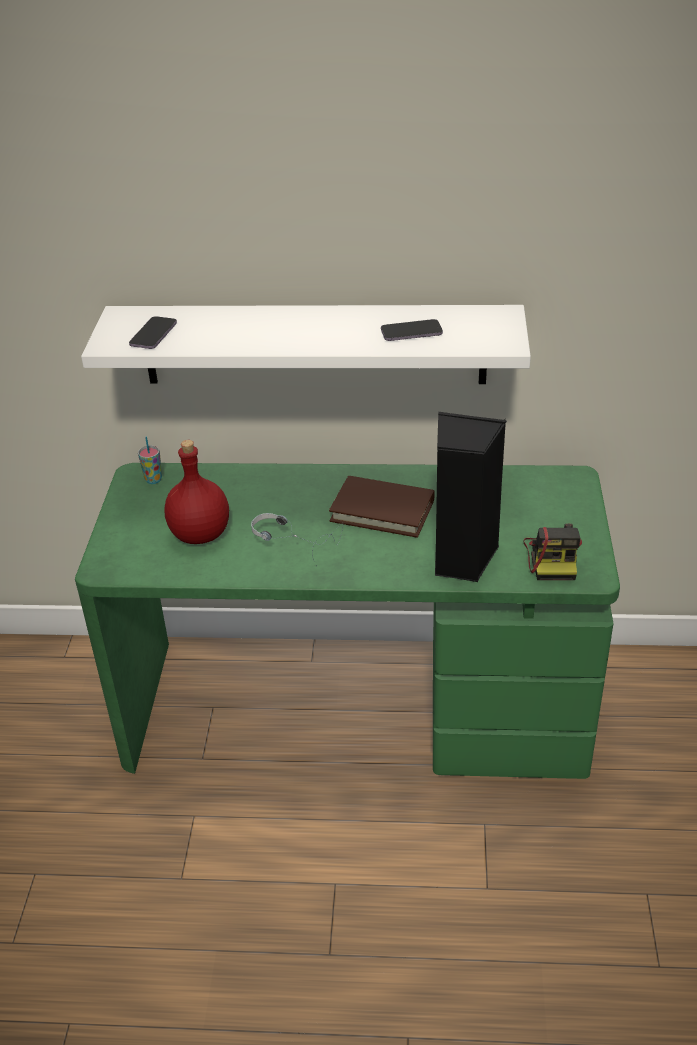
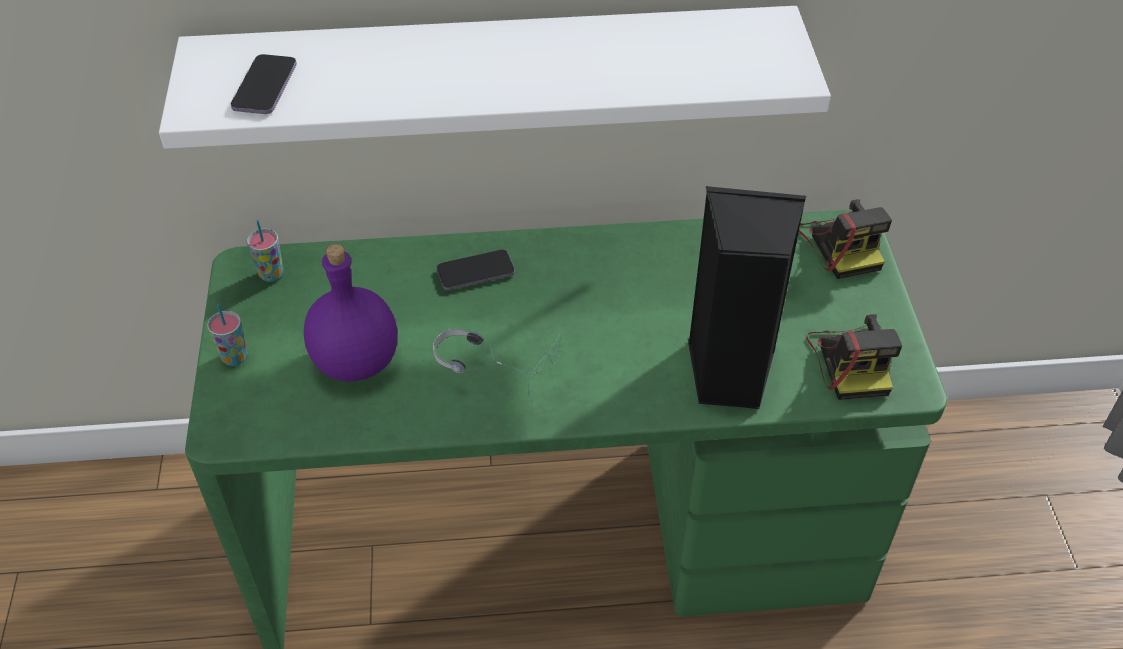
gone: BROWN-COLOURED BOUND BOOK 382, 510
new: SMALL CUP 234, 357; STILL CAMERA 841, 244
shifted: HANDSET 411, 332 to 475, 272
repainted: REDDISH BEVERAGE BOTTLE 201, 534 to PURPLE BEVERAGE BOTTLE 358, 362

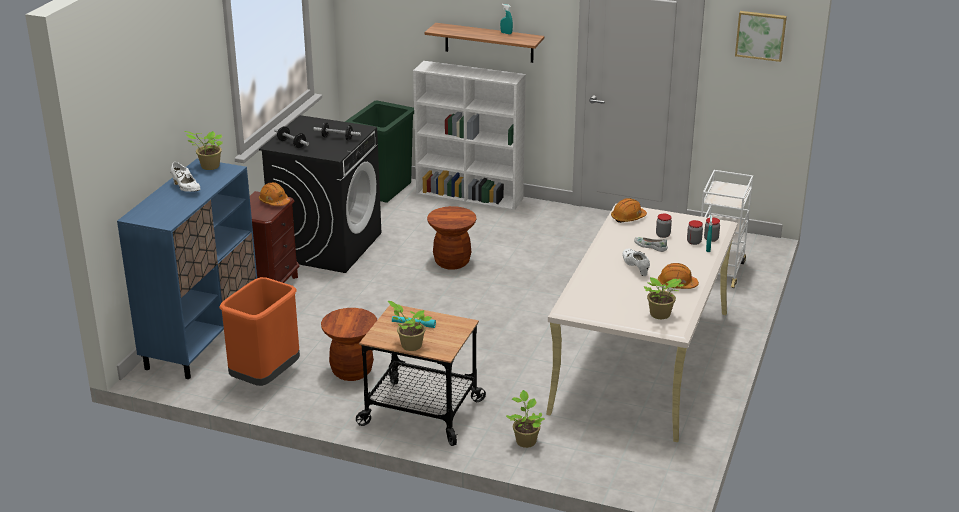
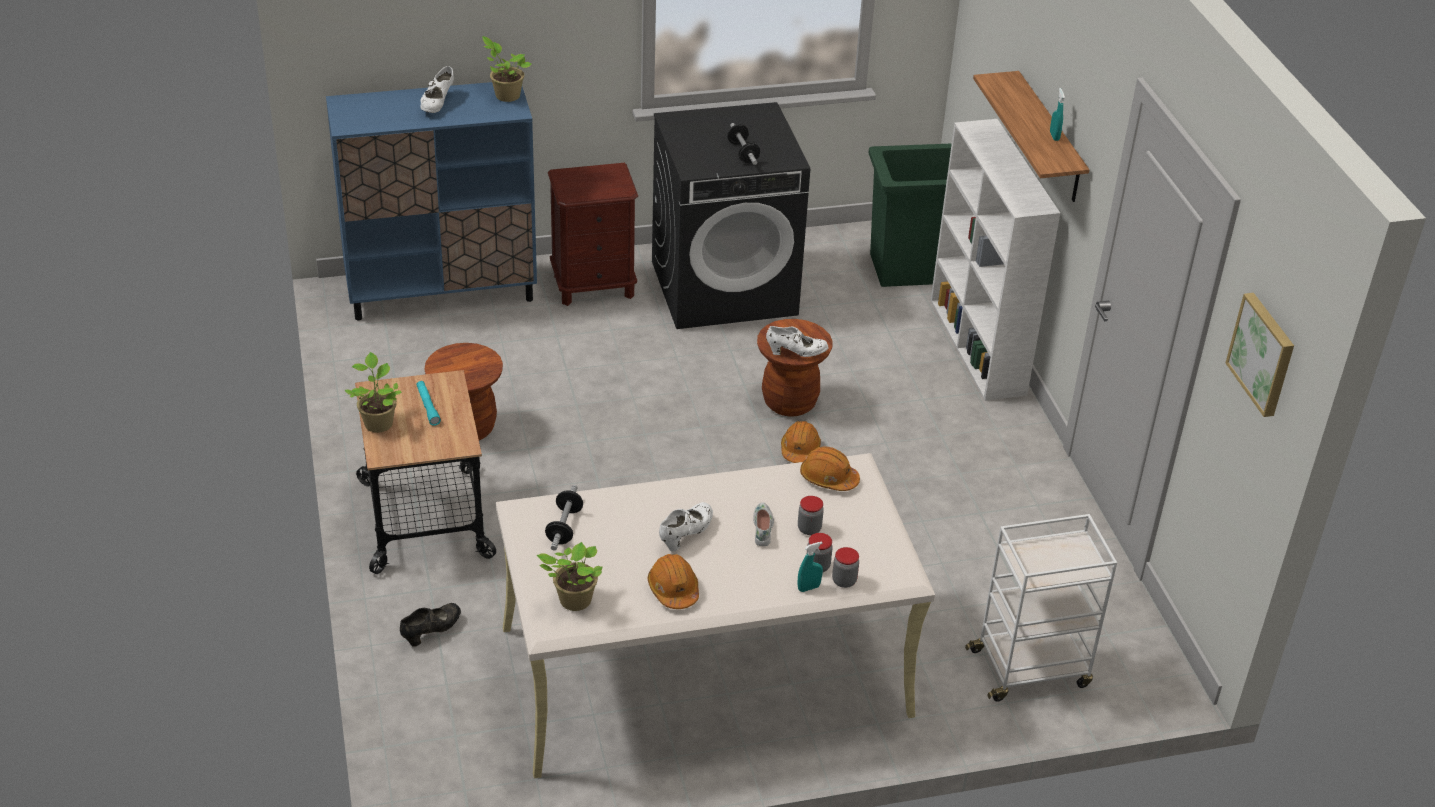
gone: ORANGE WASTE BIN 265, 377
new: WHITISH LOW SHOE 796, 353
shifted: ORANGE SAFETY HELMET 274, 202 to 800, 449; DUMBBELL 292, 144 to 564, 527
swapped: HOUSEPLANT 525, 441 to BLACK-COLOURED LOW SHOE 431, 631

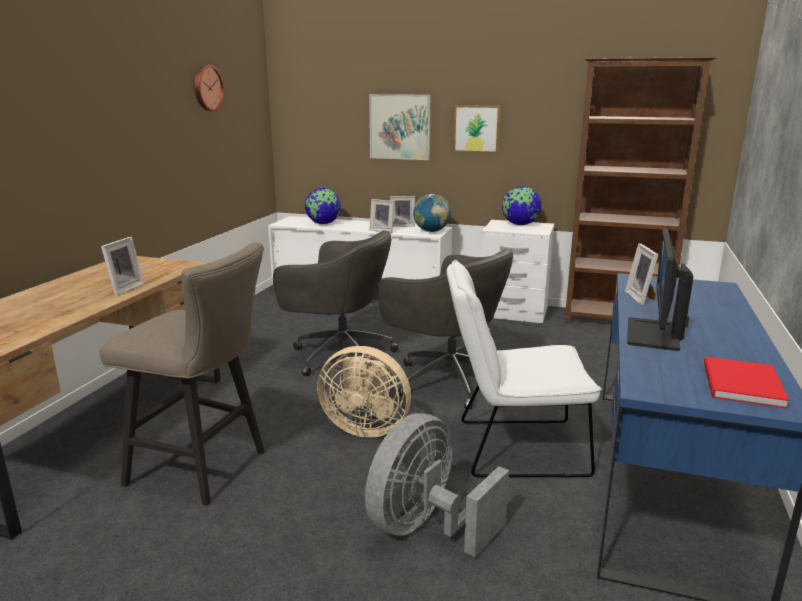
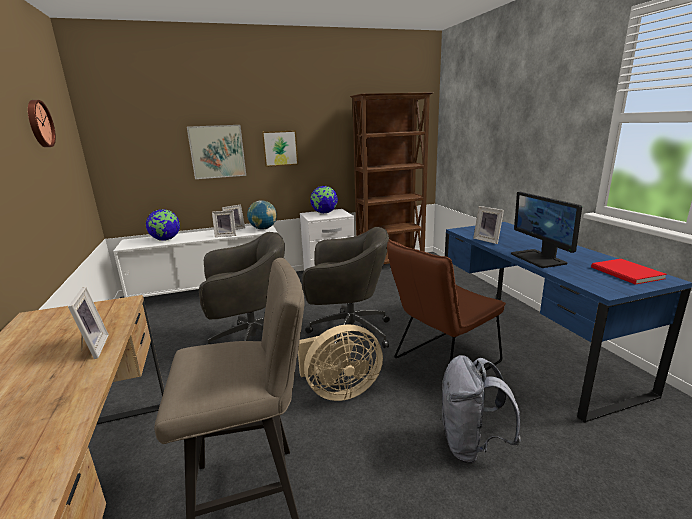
swapped: GRAY ELECTRIC FAN 426, 528 to GRAY BACKPACK 471, 445
repainted: WHITISH PLAIN CHAIR 511, 447 to BROWN-COLOURED PLAIN CHAIR 441, 362

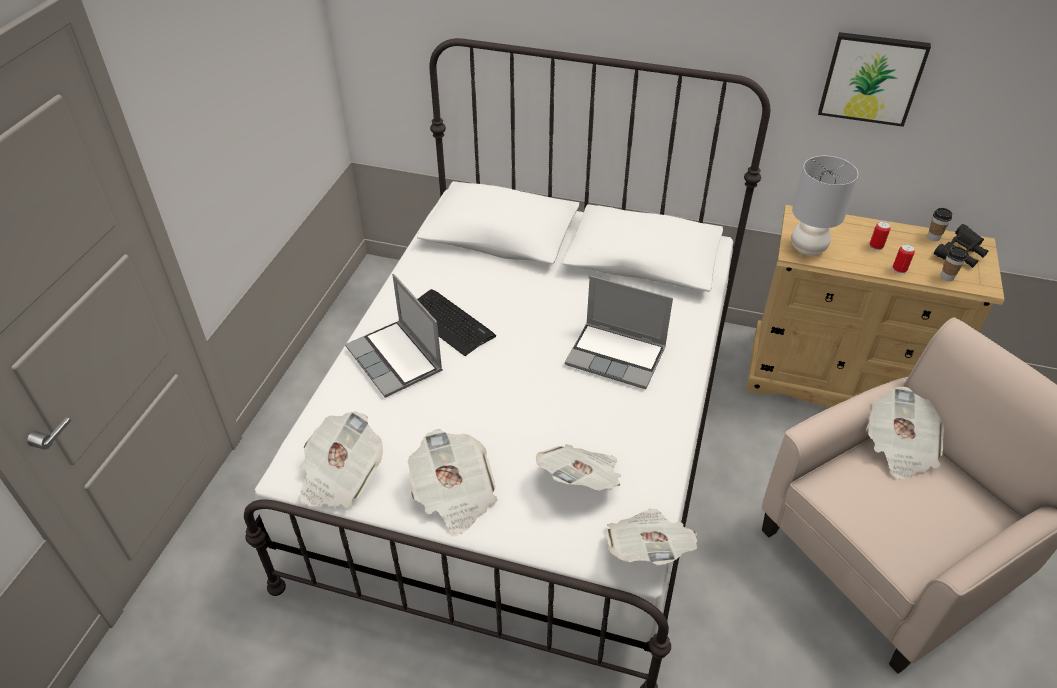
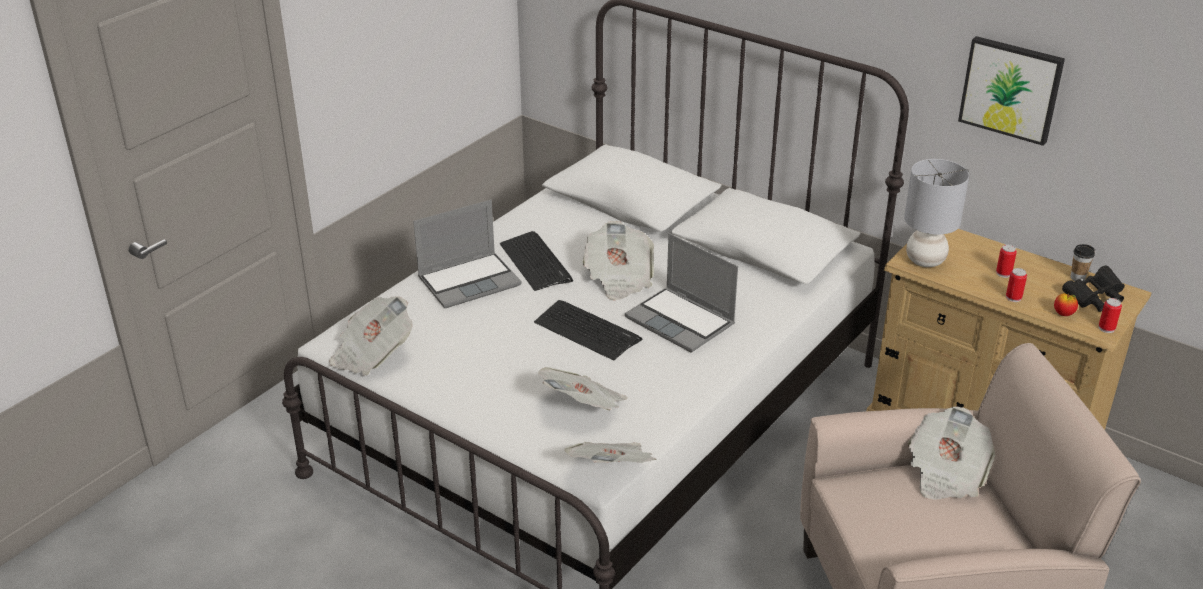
new: KEYBOARD 587, 331; METAL CAN 1106, 328
shifted: DAILY PAPER 454, 495 to 619, 278
swapped: SMALL CUP 947, 277 to WHOLE APPLE 1063, 314
rotated: PORTABLE COMPUTER 396, 360 = 470, 281 105 degrees counterclockwise

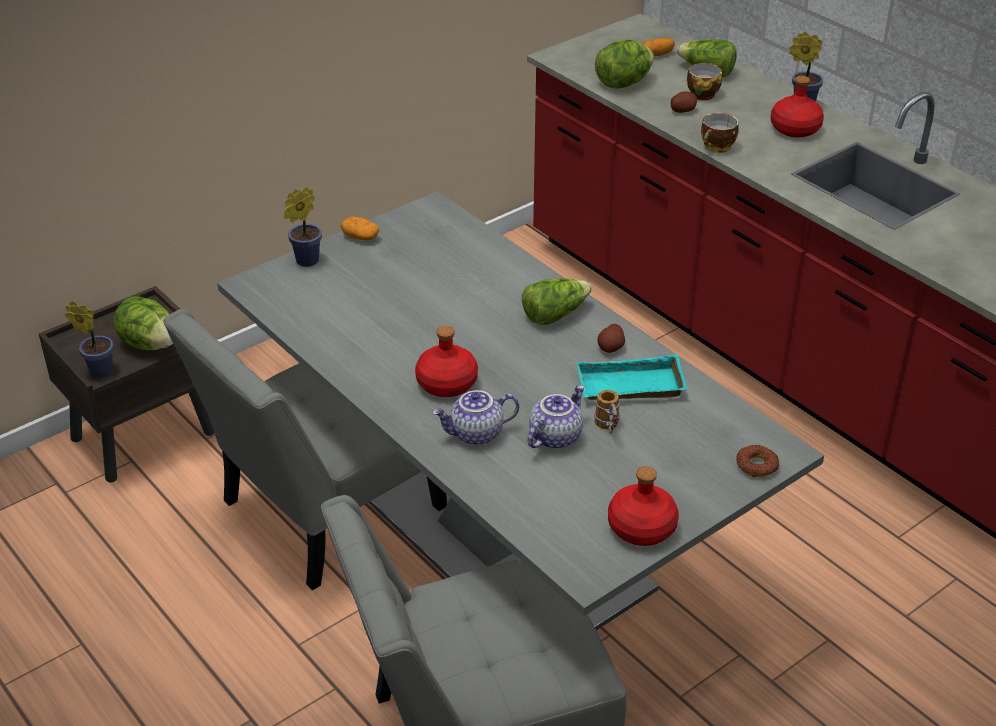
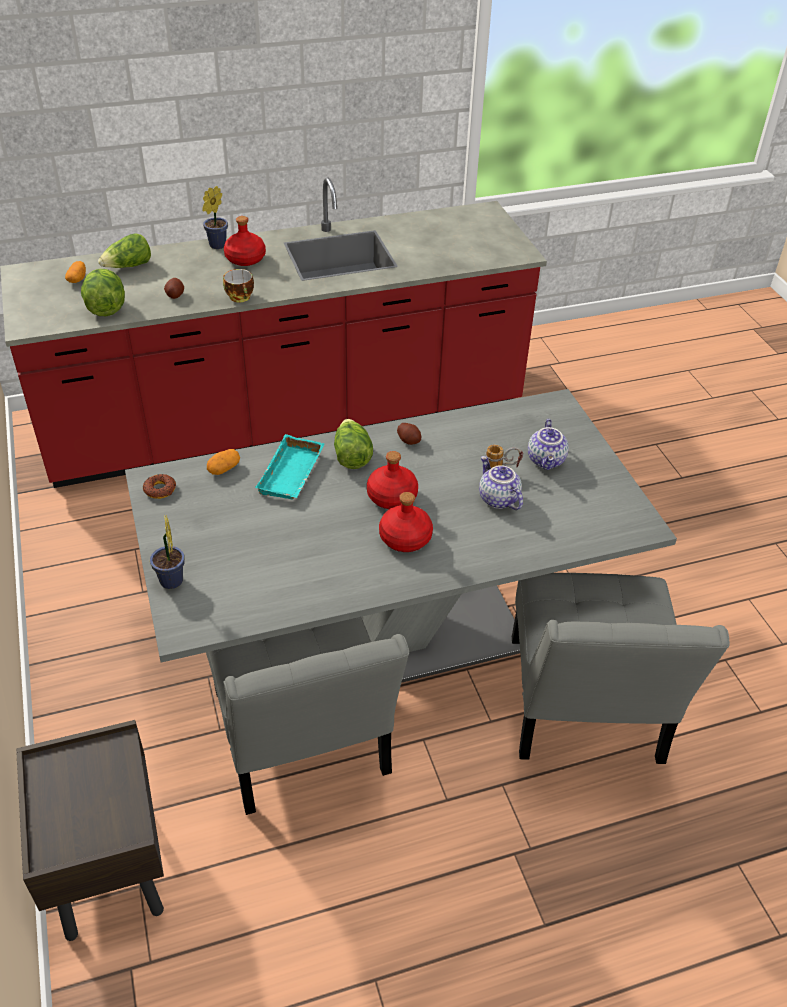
gone: HOUSEPLANT 99, 371; LETTUCE 149, 344; SMALL CUP 701, 93
shifted: POTATO 360, 237 to 224, 469; POT FOR TEA 476, 435 to 547, 460; TURQUOISE SERVING TRAY 629, 388 to 293, 474; REDDISH BEVERAGE BOTTLE 642, 527 to 391, 496; DOUGHNUT 757, 465 to 160, 489

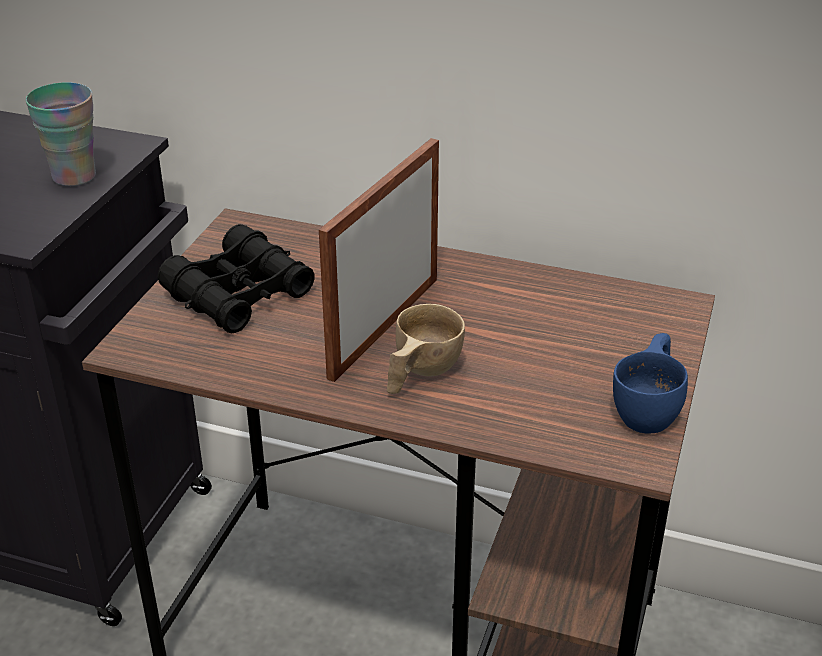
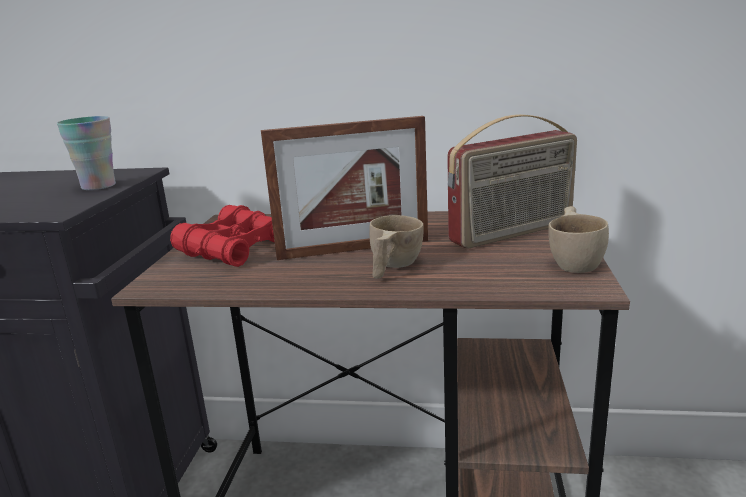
new: RADIO SET 513, 233
repainted: BLACK-COLOURED BINOCULARS 239, 294 to REDDISH BINOCULARS 236, 248; BLUE SMALL CUP 650, 408 to BEIGE-COLOURED SMALL CUP 575, 261
rotated: PHOTO FRAME 385, 326 = 353, 249 120 degrees counterclockwise

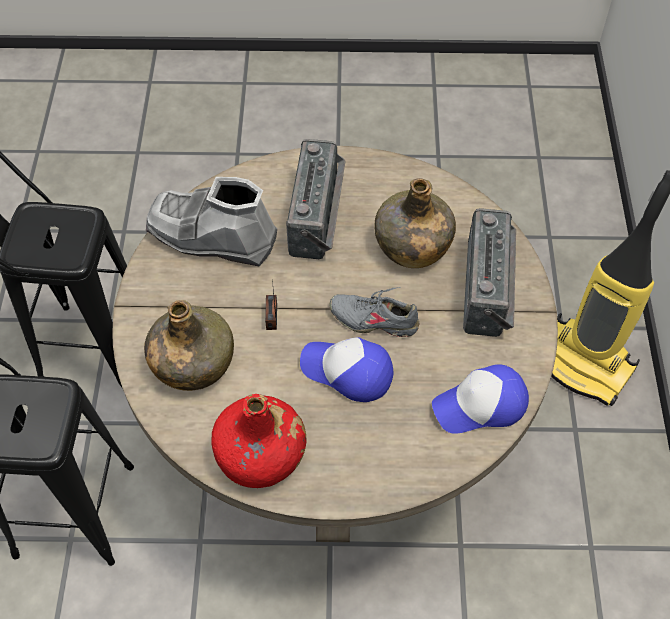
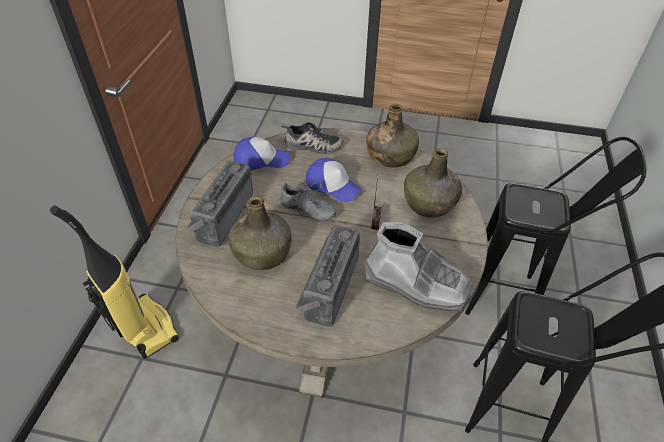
new: LOW SHOE 312, 146
repainted: REDDISH BEVERAGE BOTTLE 261, 456 to GREENISH BEVERAGE BOTTLE 390, 156

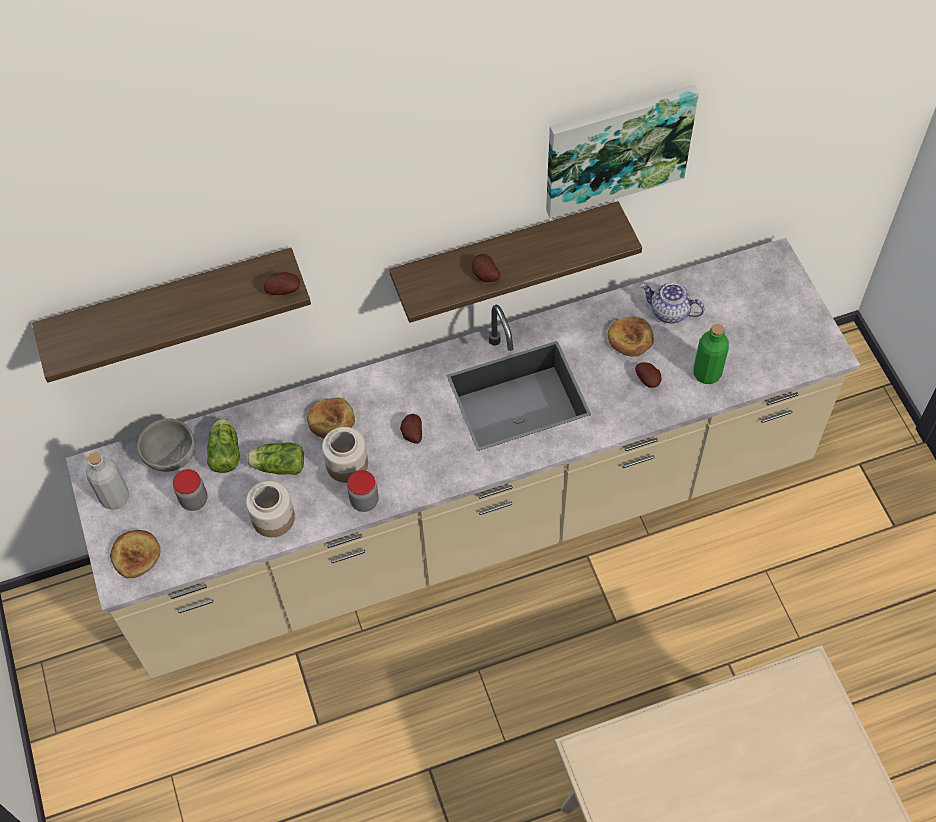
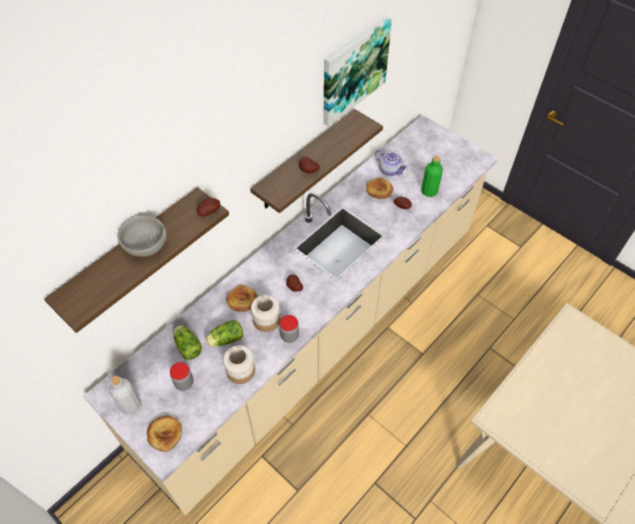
shifted: GRAY SERVING BOWL 170, 453 to 145, 245
rotated: POT FOR TEA 669, 312 = 390, 170 135 degrees counterclockwise

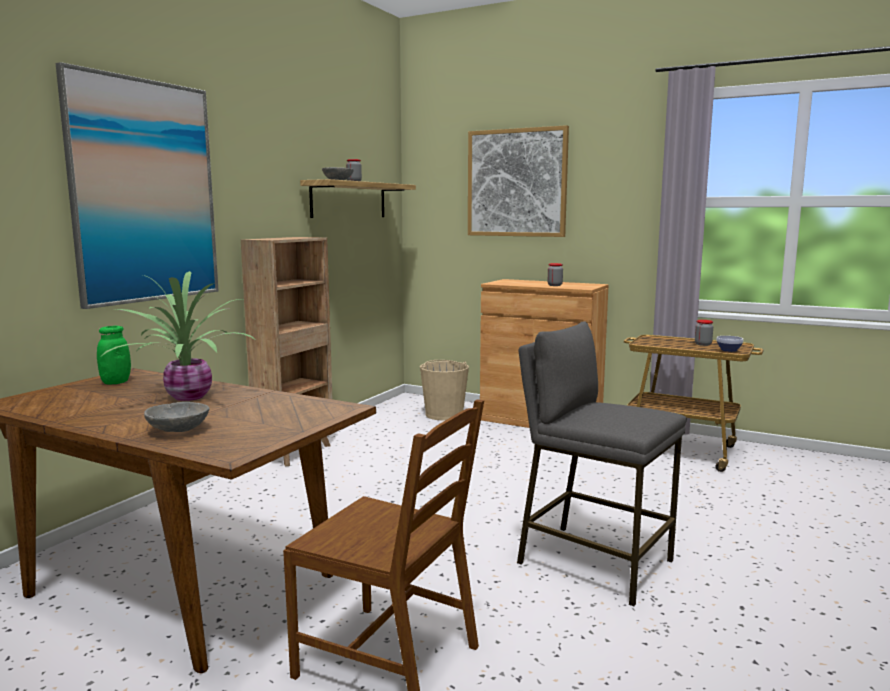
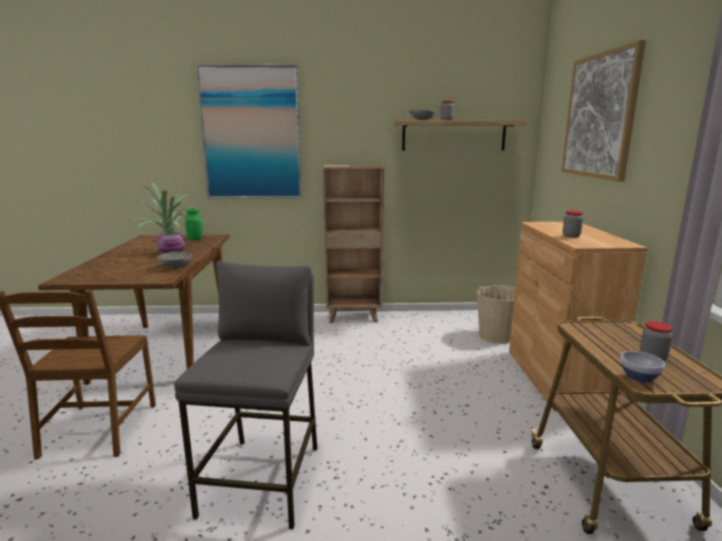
shifted: GRAY SERVING BOWL 177, 431 to 175, 267

